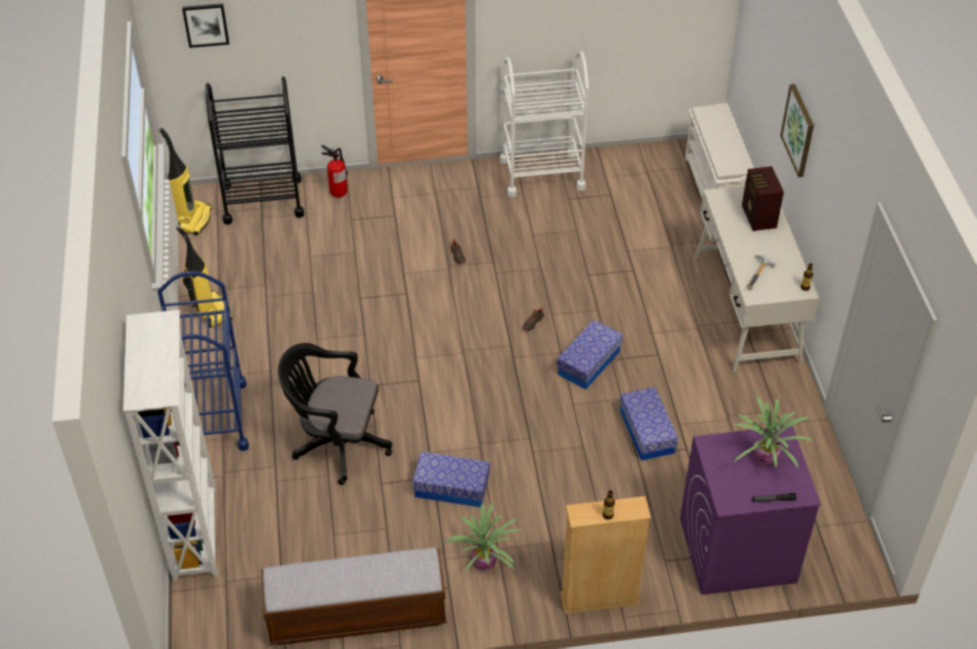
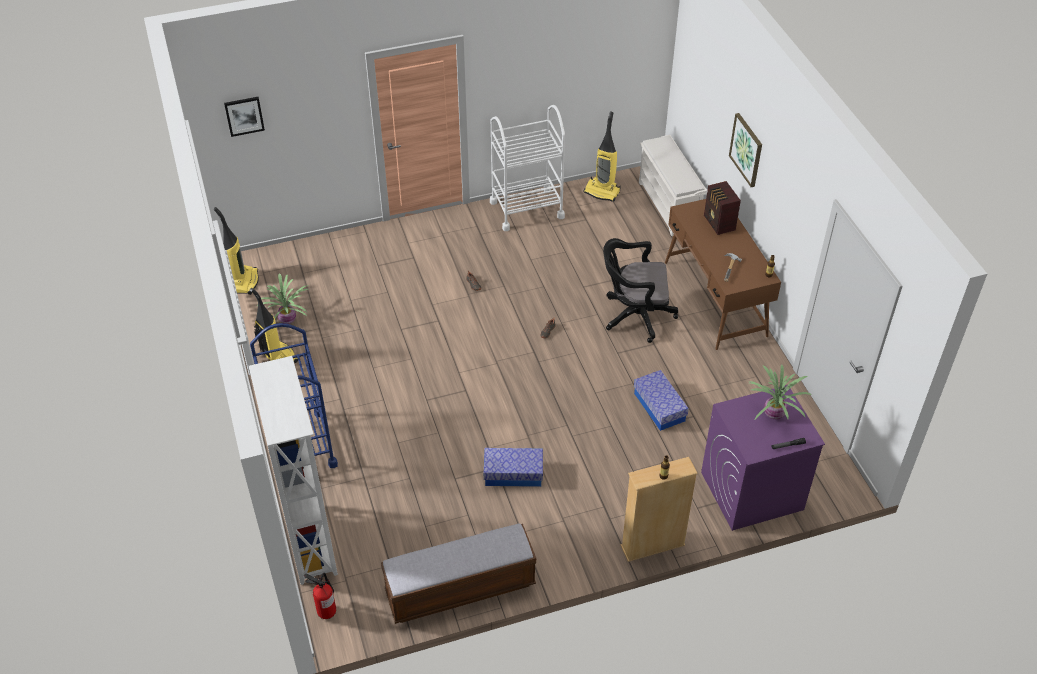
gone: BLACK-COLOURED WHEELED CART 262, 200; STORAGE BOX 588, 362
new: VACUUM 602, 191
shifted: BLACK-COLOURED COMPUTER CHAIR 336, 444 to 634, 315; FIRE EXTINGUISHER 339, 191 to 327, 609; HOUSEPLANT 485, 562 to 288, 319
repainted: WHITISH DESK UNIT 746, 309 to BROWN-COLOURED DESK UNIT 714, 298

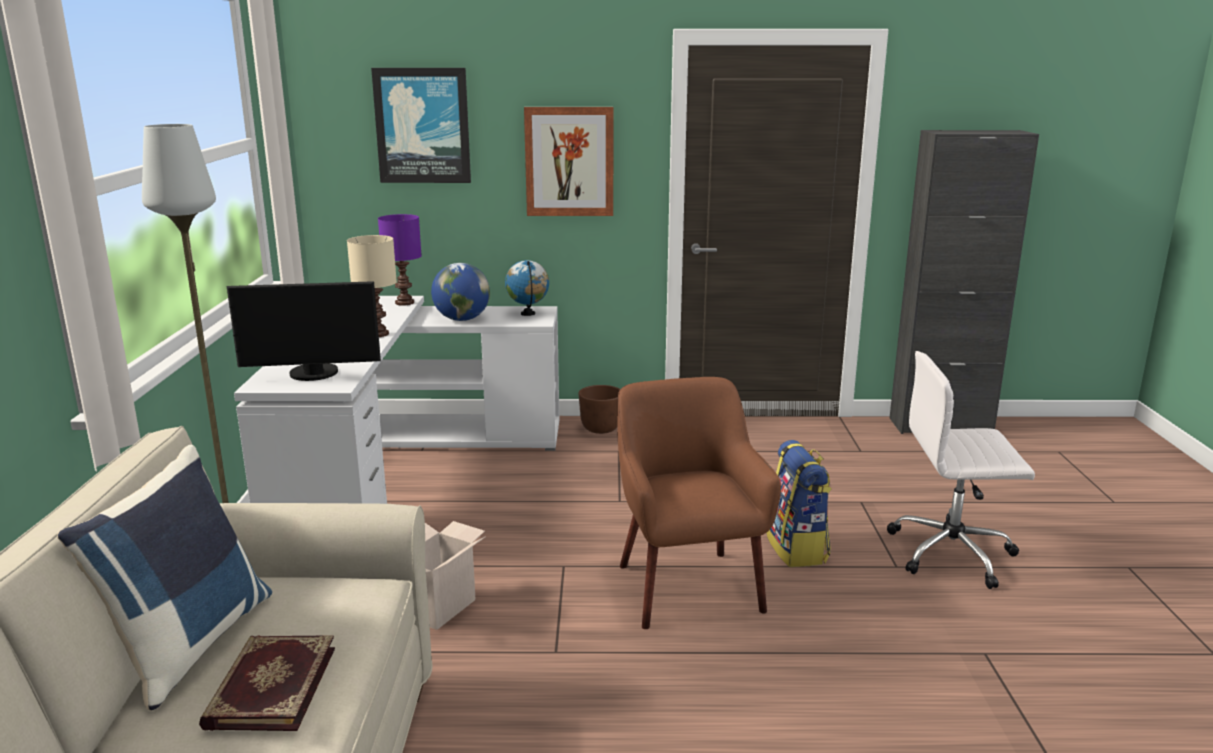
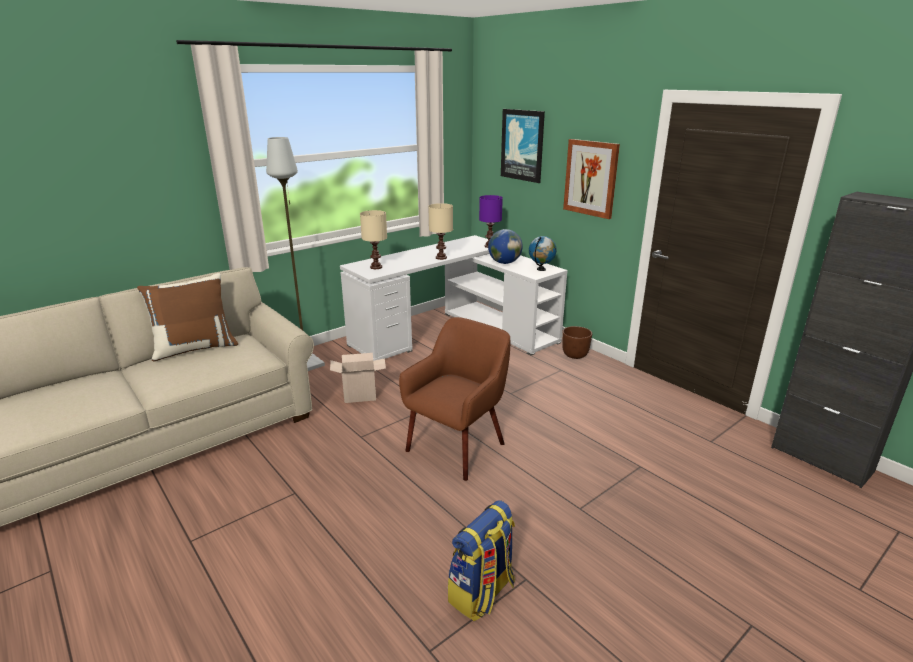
gone: BOUND BOOK 269, 687; WHITISH COMPUTER CHAIR 953, 553
shifted: BACKPACK 797, 549 to 482, 593
swapped: COMPUTER SCREEN 313, 374 to BEIGE-COLOURED TABLETOP LAMP 376, 267
repainted: BLUE CUSHION 189, 643 to BROWN-COLOURED CUSHION 195, 348

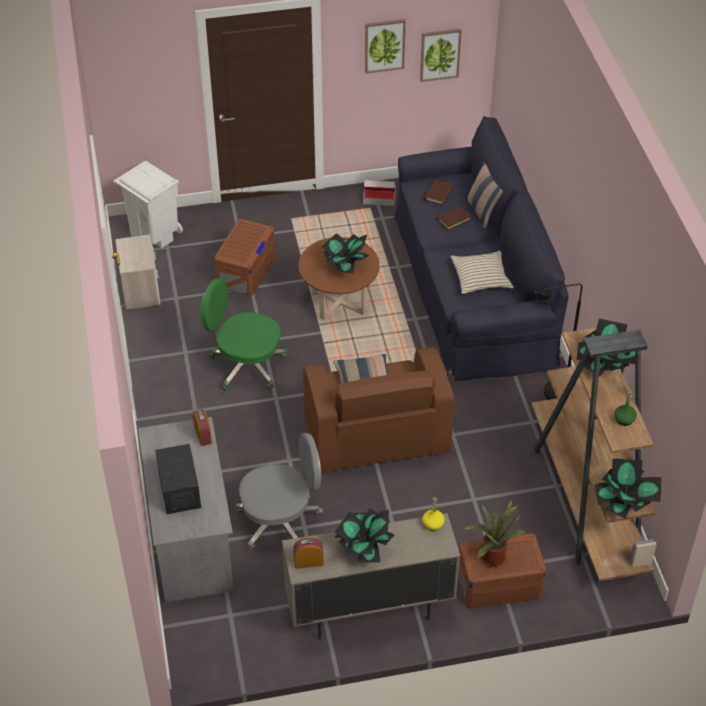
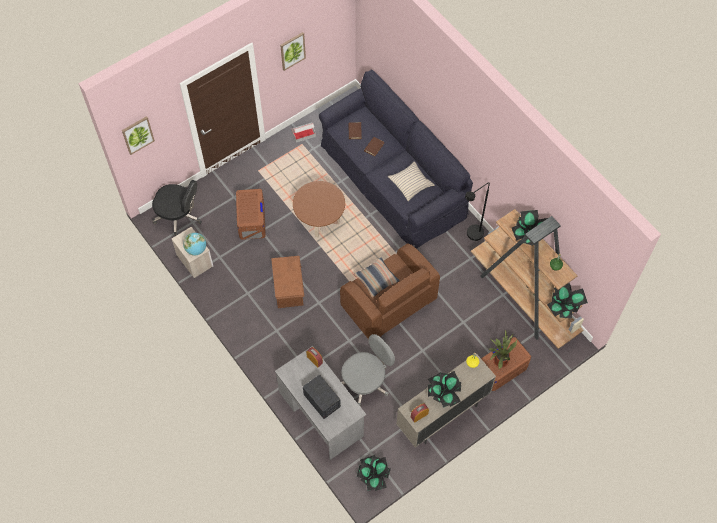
gone: CUSHION 482, 212
new: DESK GLOBE 196, 249
shifted: HOUSEPLANT 344, 266 to 373, 476; PICTURE 440, 54 to 137, 135
swapped: WHITISH WASTE BIN 154, 235 to BLACK-COLOURED COMPUTER CHAIR 179, 216; GREENISH COMPUTER CHAIR 246, 365 to BROWN-COLOURED STORAGE BOX 289, 287

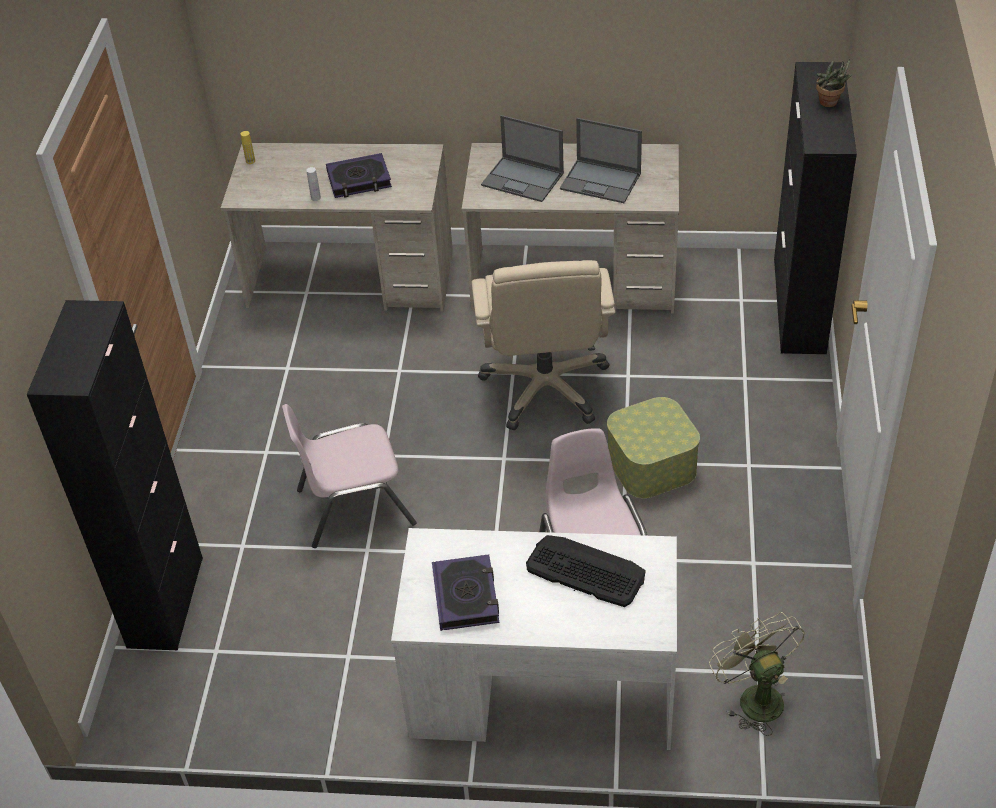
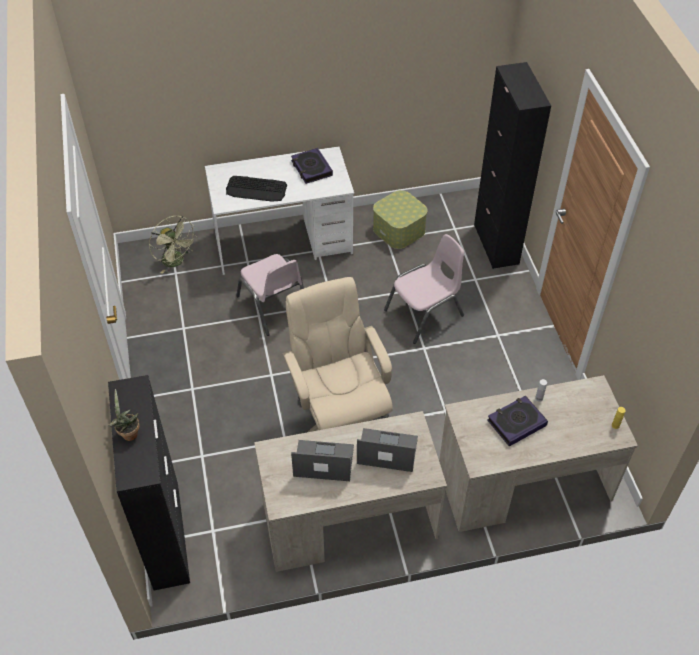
shifted: STORAGE BOX 651, 464 to 399, 230

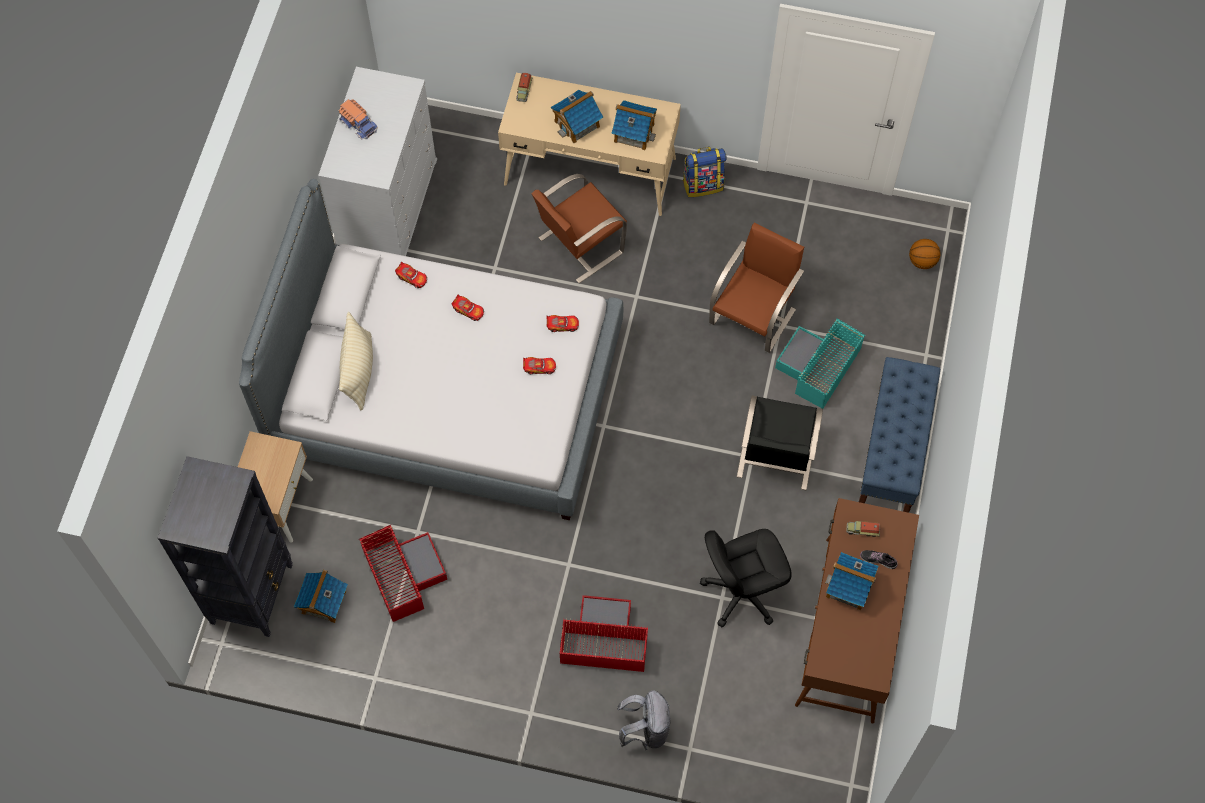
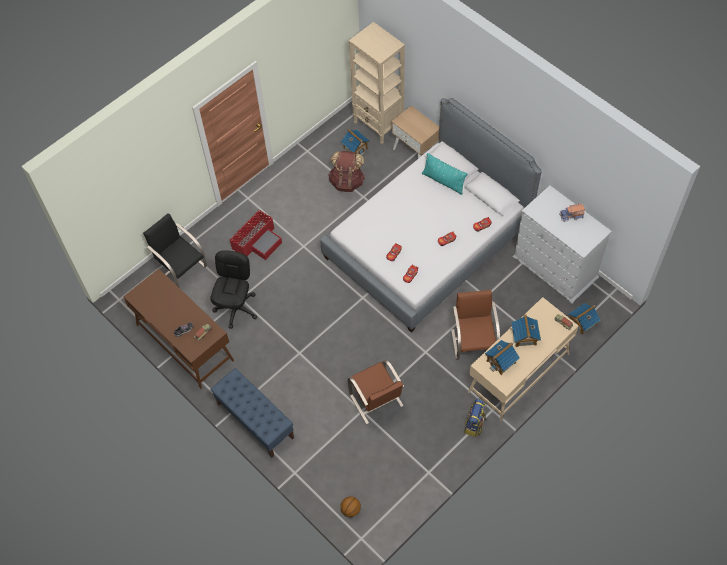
gone: GRAY BACKPACK 645, 729; TURQUOISE STORAGE BOX 818, 367
shifted: BLACK-COLOURED PLAIN CHAIR 775, 458 to 181, 268; TOY HOUSE 849, 587 to 582, 322
swapped: REDDISH STORAGE BOX 402, 574 to BROWN-COLOURED BACKPACK 347, 182
repainted: BLACK-COLOURED BOOKCASE 252, 593 to BEIGE-COLOURED BOOKCASE 379, 125; BEIGE-COLOURED CUSHION 359, 371 to TURQUOISE CUSHION 443, 181

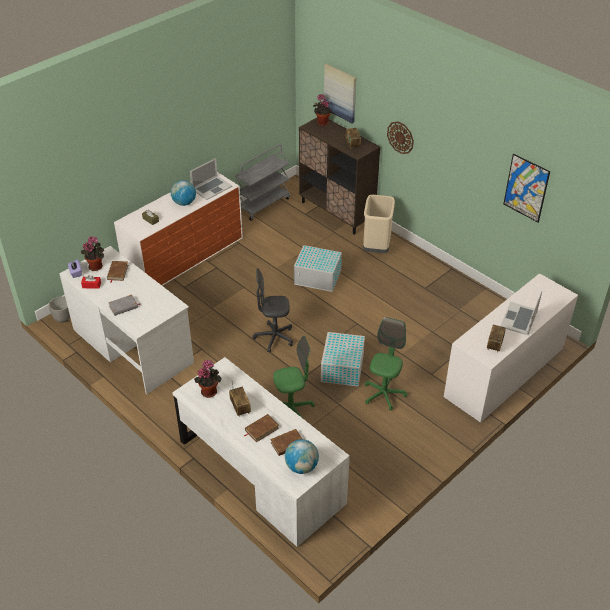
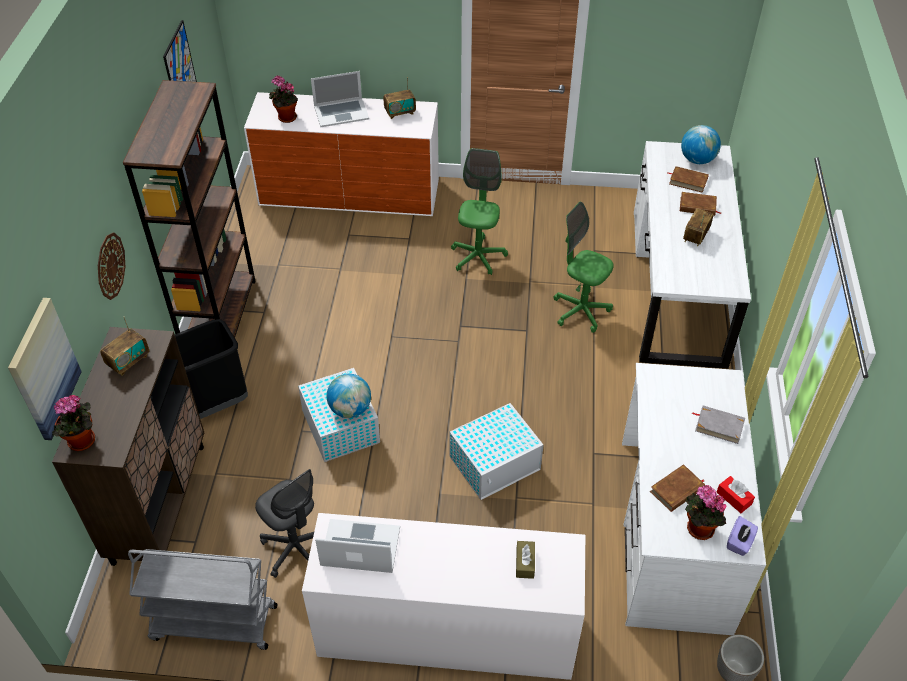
new: BROWN-COLOURED BOOKCASE 220, 318
shifted: DESK GLOBE 184, 203 to 350, 409; HOUSEPLANT 209, 390 to 285, 118; GRAY COMPUTER CHAIR 274, 337 to 296, 548; WHITISH STORAGE BOX 342, 368 to 496, 463
repainted: BEIGE-COLOURED WASTE BIN 376, 247 to BLACK-COLOURED WASTE BIN 215, 403
rotated: GREENISH COMPUTER CHAIR 384, 394 = 478, 257 120 degrees clockwise

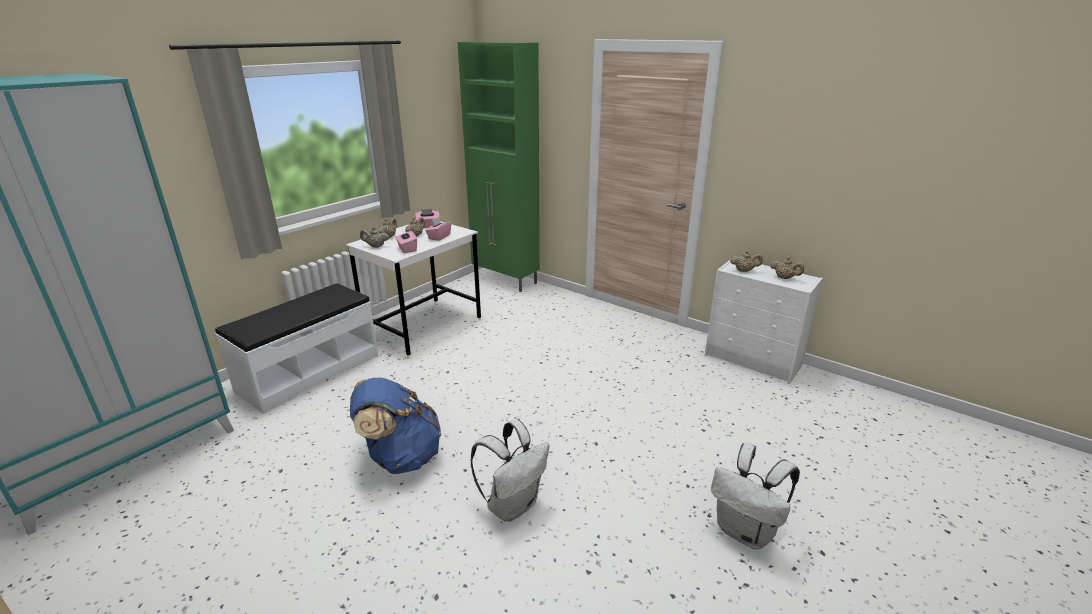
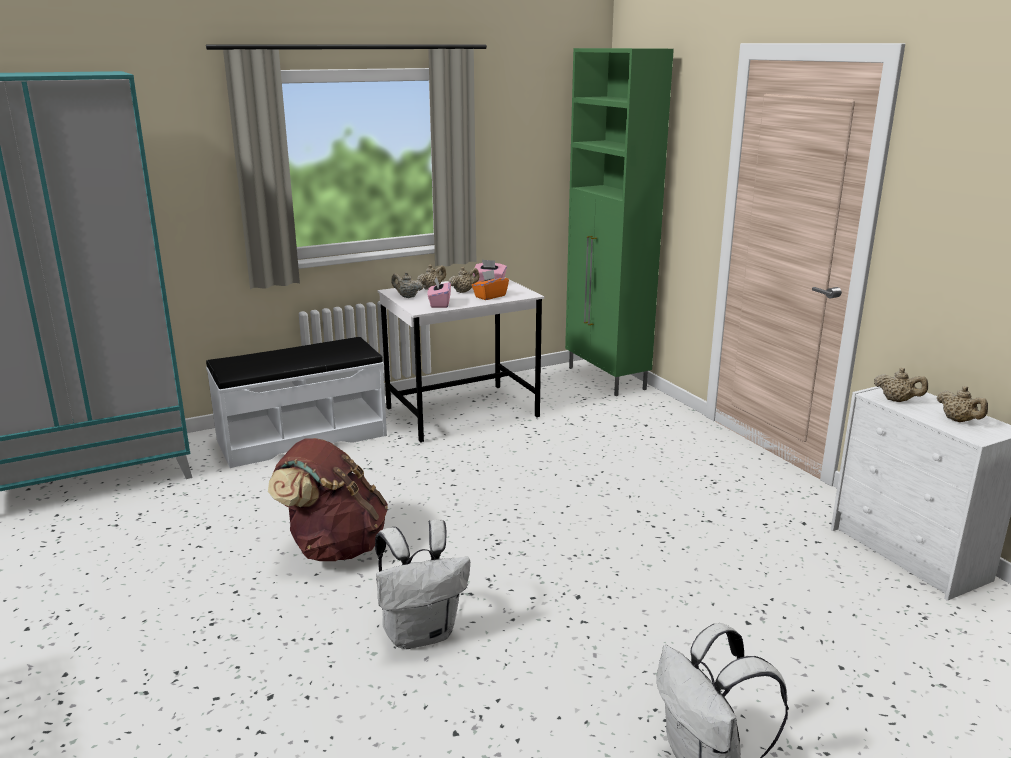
repainted: BLUE BACKPACK 400, 457 to BROWN-COLOURED BACKPACK 334, 547; PINK BOX OF TISSUES 439, 237 to ORANGE BOX OF TISSUES 490, 296

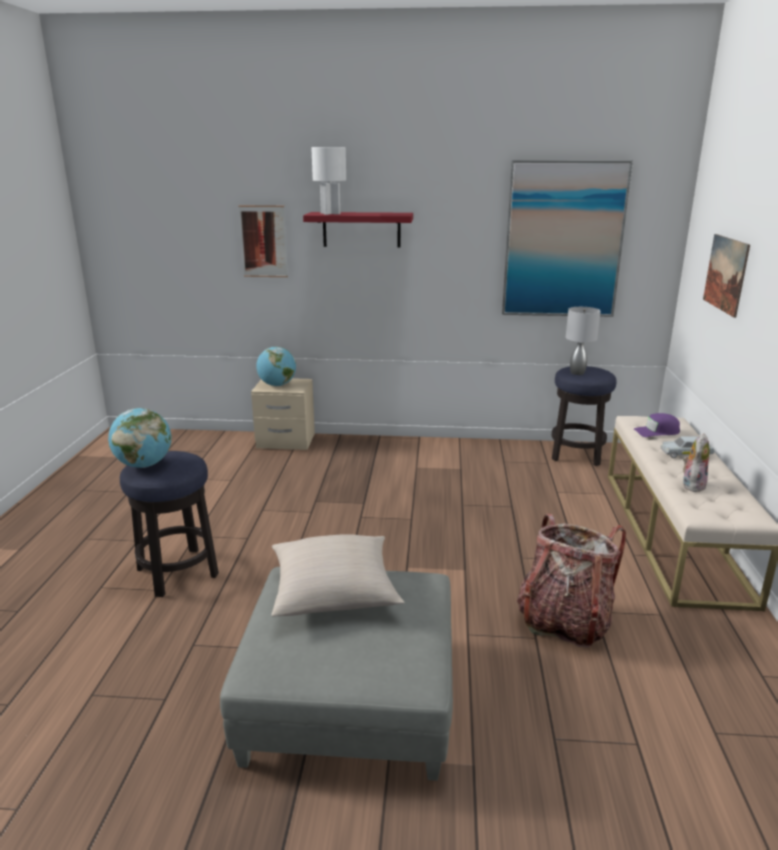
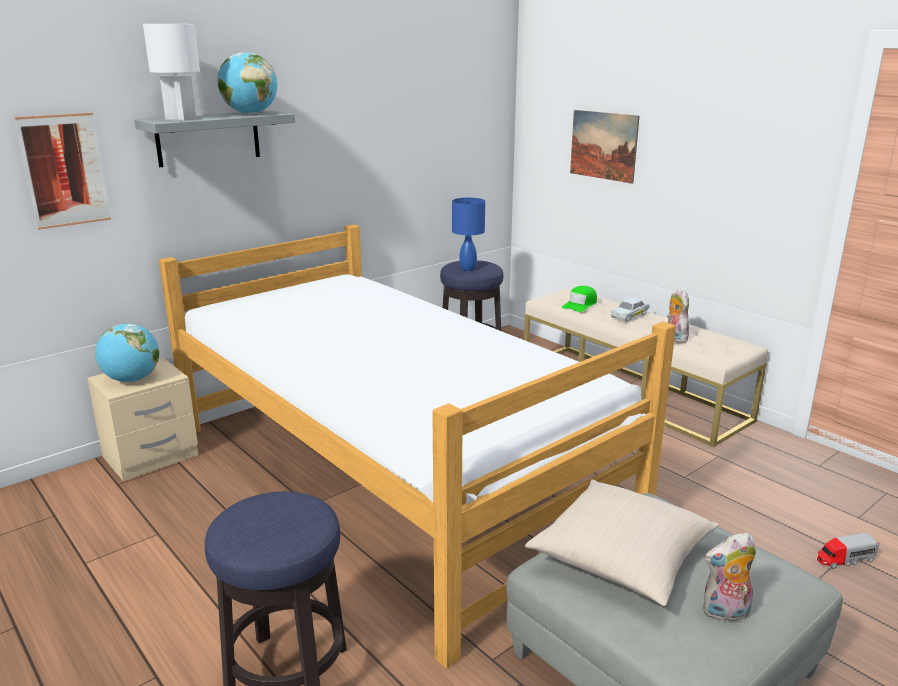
gone: PICTURE 563, 240; BACKPACK 564, 621
new: SLEEPING BED 391, 475; PLUSH TOY 725, 613; TOY TRUCK 844, 559
shifted: DESK GLOBE 144, 465 to 250, 114
repainted: REDDISH WALL SHELF 361, 229 to GRAY WALL SHELF 208, 138; GRAY TABLETOP LAMP 577, 373 to BLUE TABLETOP LAMP 468, 269; PURPLE BASEBALL CAP 657, 432 to GREENISH BASEBALL CAP 580, 305

